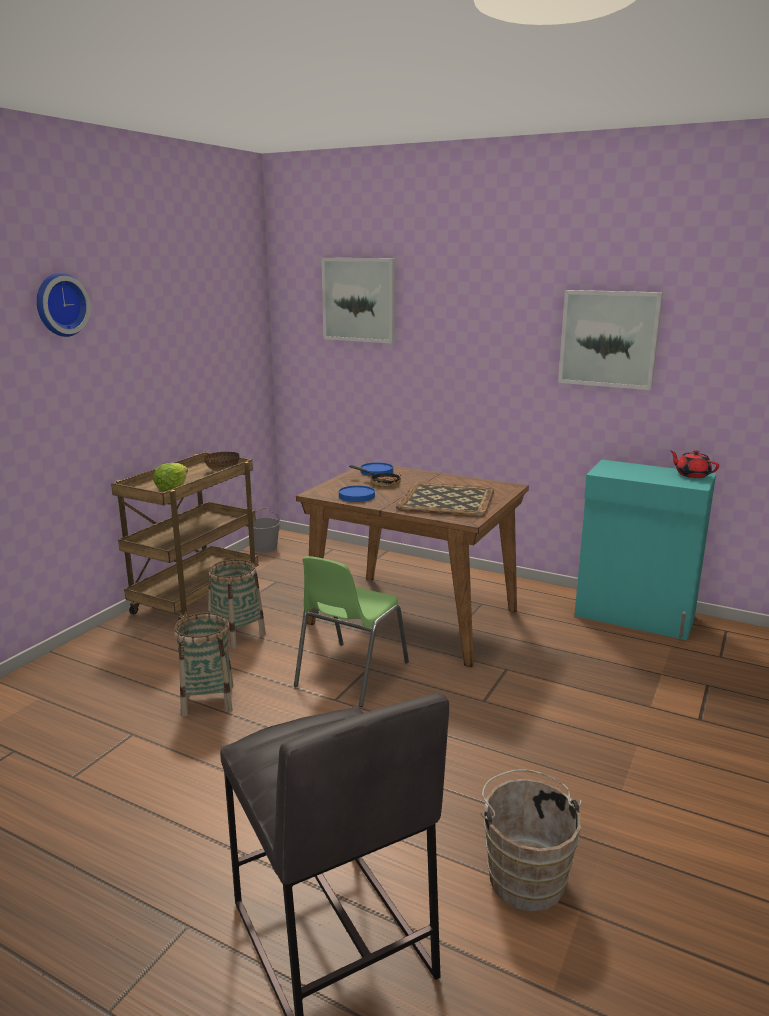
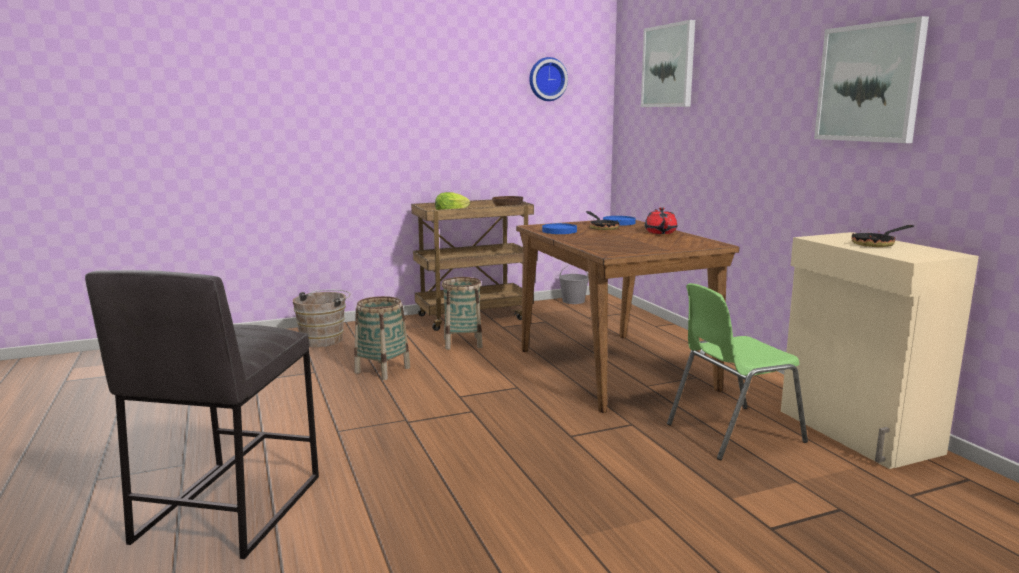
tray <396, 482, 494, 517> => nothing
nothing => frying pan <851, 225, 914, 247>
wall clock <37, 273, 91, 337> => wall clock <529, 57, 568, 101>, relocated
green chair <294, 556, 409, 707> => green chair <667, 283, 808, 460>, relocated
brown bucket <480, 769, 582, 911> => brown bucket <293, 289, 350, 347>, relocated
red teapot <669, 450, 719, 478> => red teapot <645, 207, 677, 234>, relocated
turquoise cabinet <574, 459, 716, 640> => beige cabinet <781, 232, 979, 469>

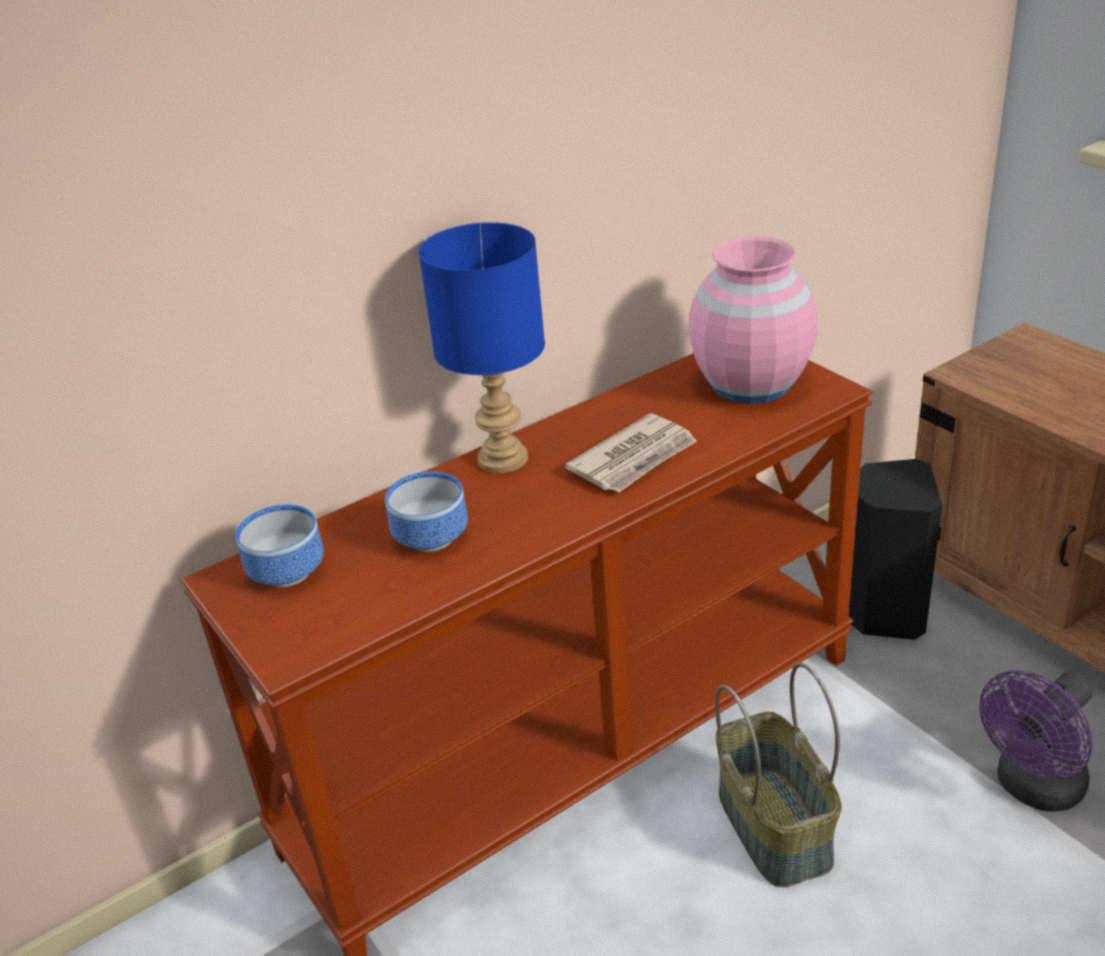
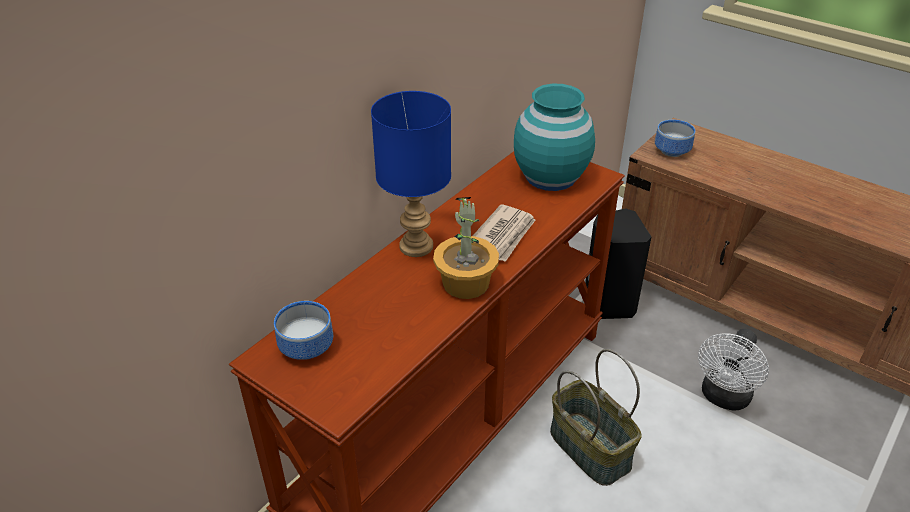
nothing => potted plant <433, 197, 499, 299>
bowl <385, 471, 468, 552> => bowl <655, 120, 695, 157>, relocated
pink vase <689, 236, 818, 404> => turquoise vase <514, 84, 595, 191>
purple fan <980, 670, 1093, 812> => white fan <698, 329, 769, 411>

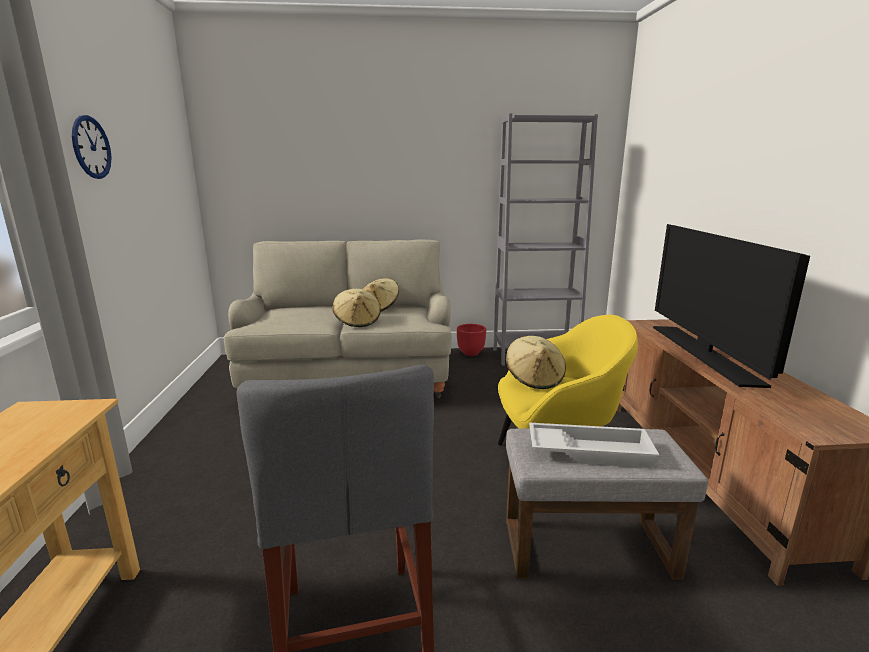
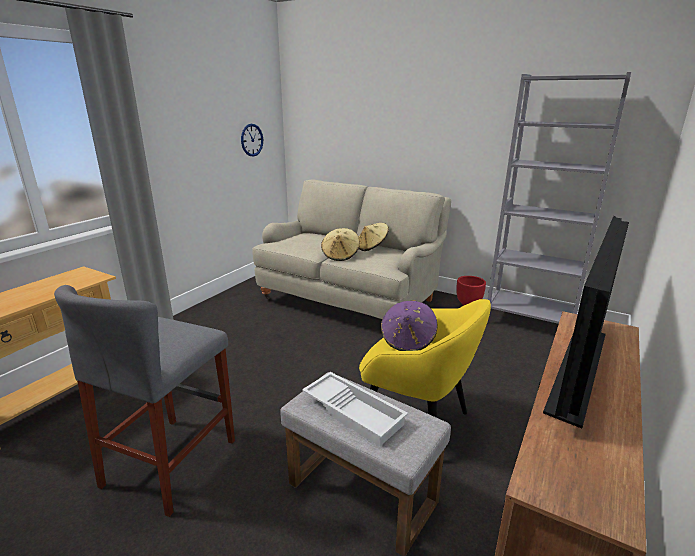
wall clock <72, 115, 112, 179> => wall clock <241, 124, 263, 156>, relocated
beige hat <506, 336, 566, 389> => purple hat <381, 300, 438, 351>

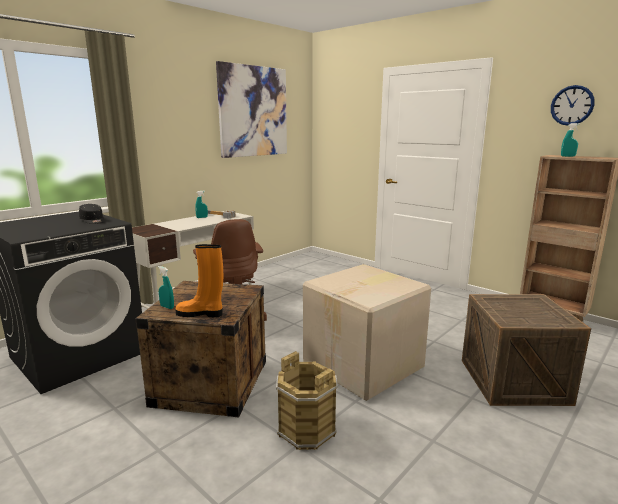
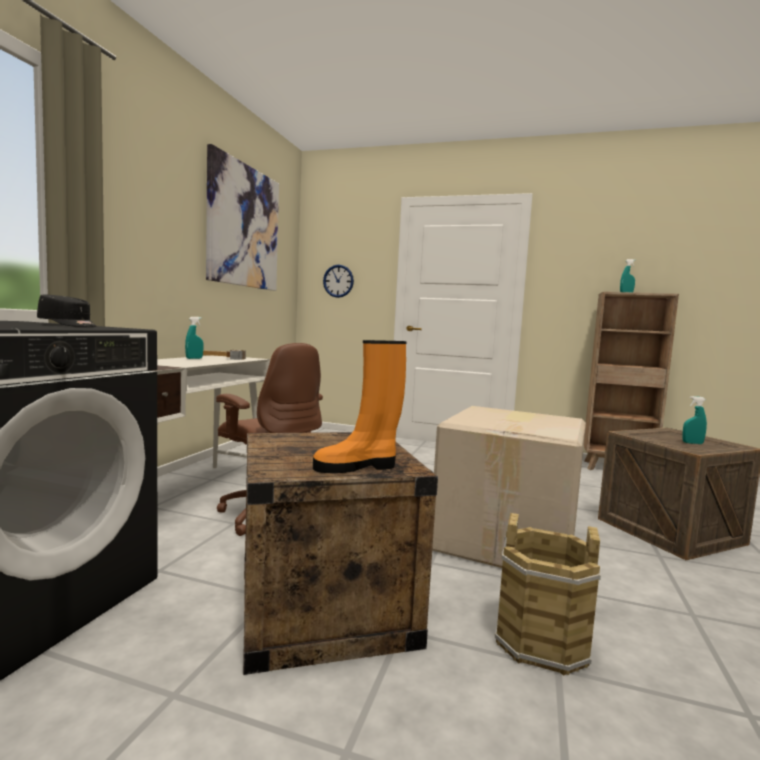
turquoise spray bottle <158, 266, 174, 309> => turquoise spray bottle <682, 396, 707, 444>, relocated
wall clock <551, 85, 595, 125> => wall clock <323, 265, 354, 298>, relocated

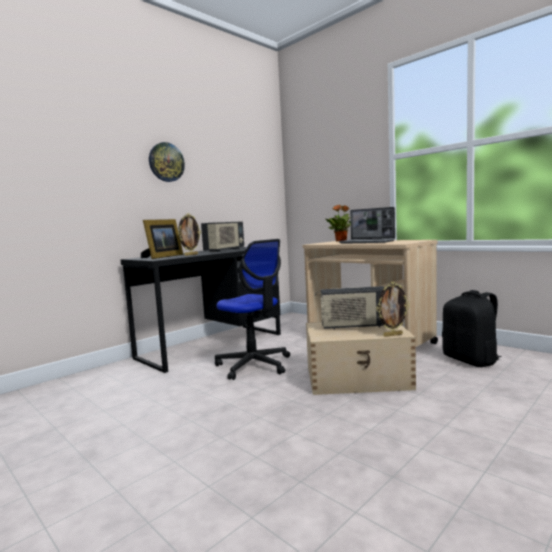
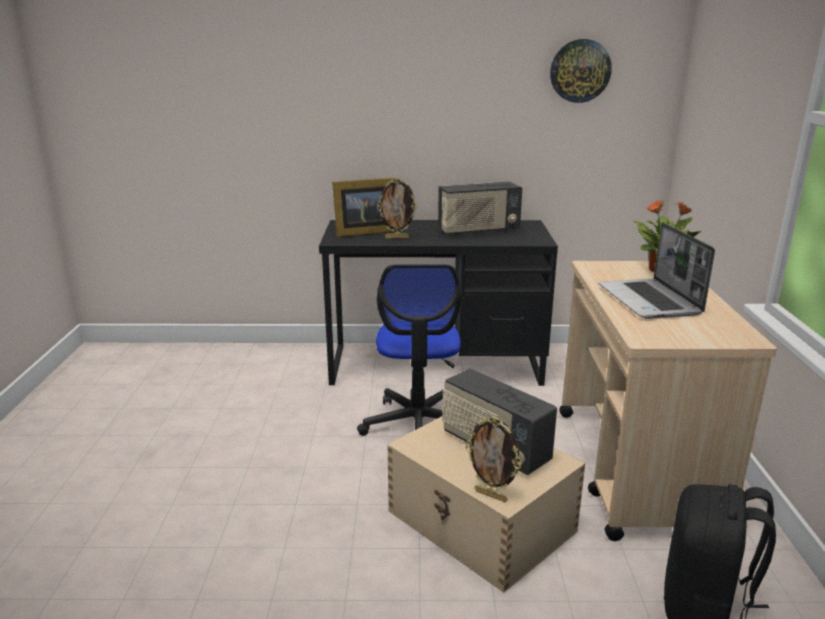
wall clock <149, 142, 185, 182> => wall clock <550, 39, 612, 103>, relocated

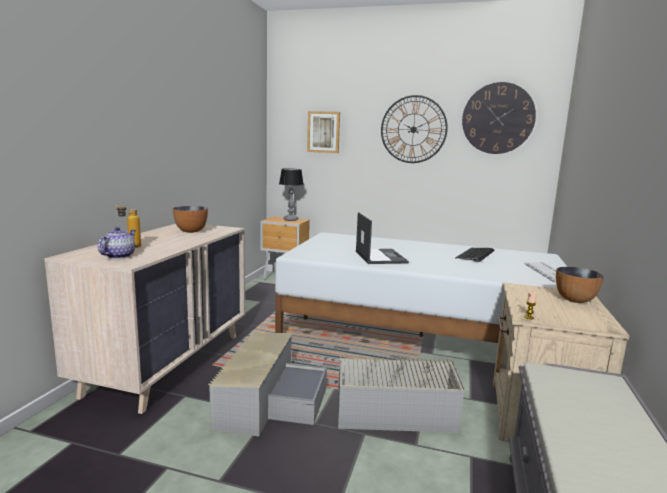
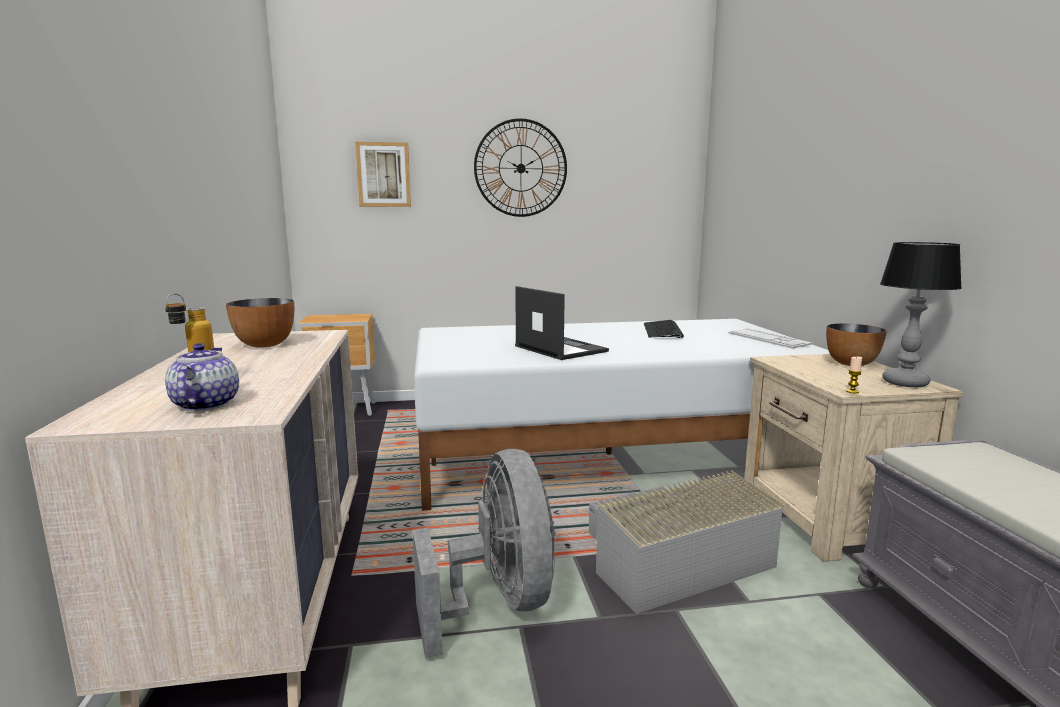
wall clock <462, 82, 536, 154> => nothing
table lamp <279, 168, 304, 221> => table lamp <880, 242, 962, 387>, relocated
grey storage box <208, 333, 327, 436> => grey fan <413, 449, 555, 658>

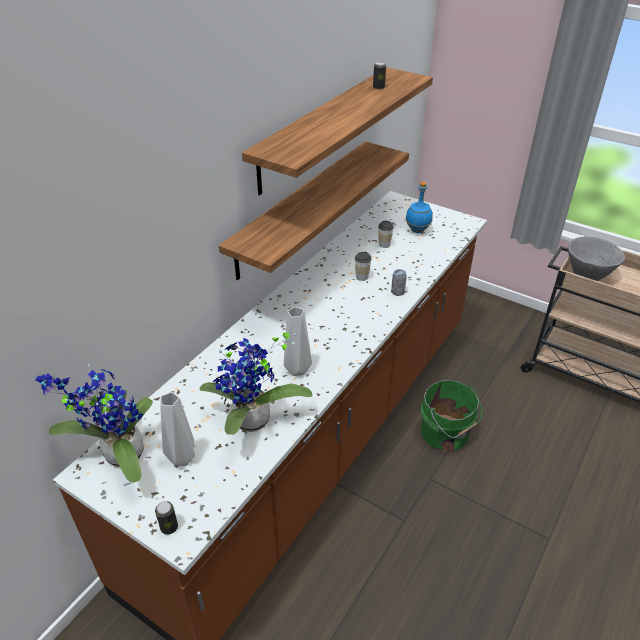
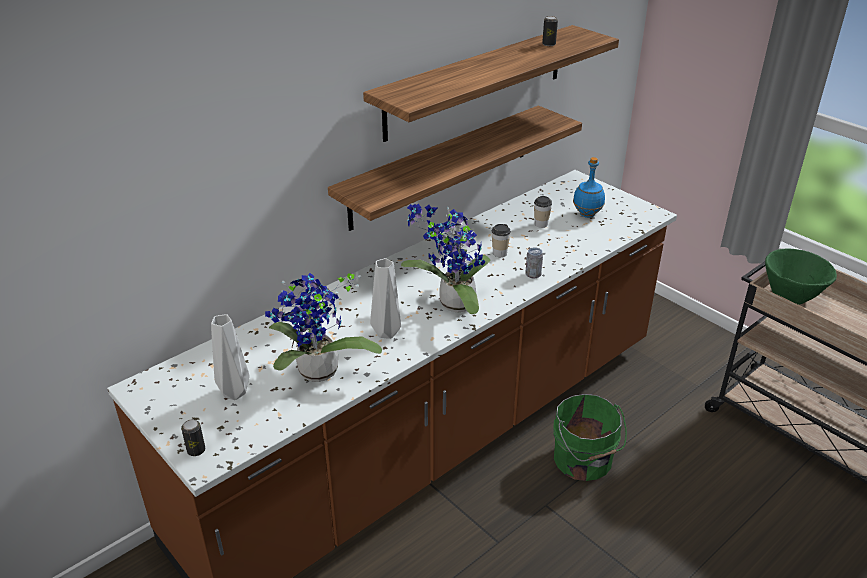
potted plant <35, 364, 153, 483> => potted plant <401, 204, 490, 314>, relocated
grey bowl <568, 237, 625, 281> => green bowl <765, 249, 837, 305>

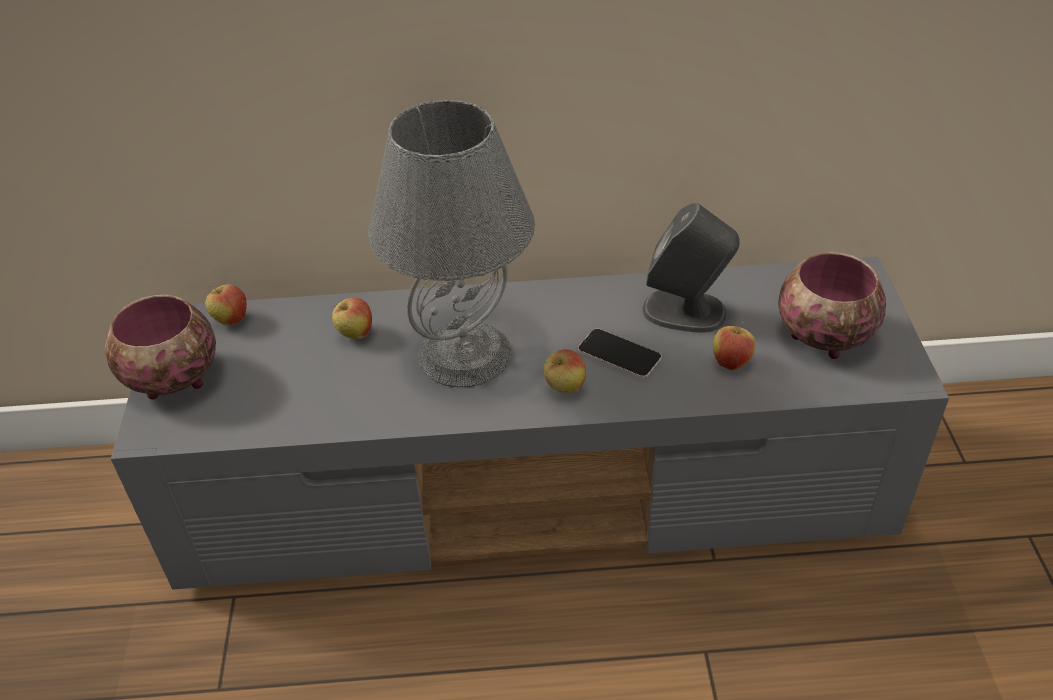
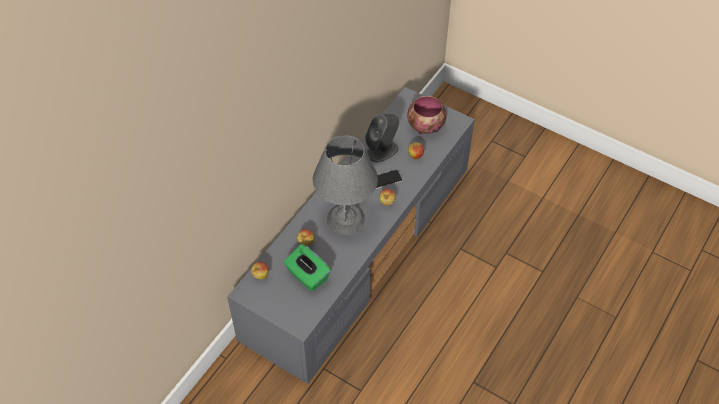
bowl <105, 295, 216, 400> => nothing
nothing => green tissue box <284, 244, 331, 292>

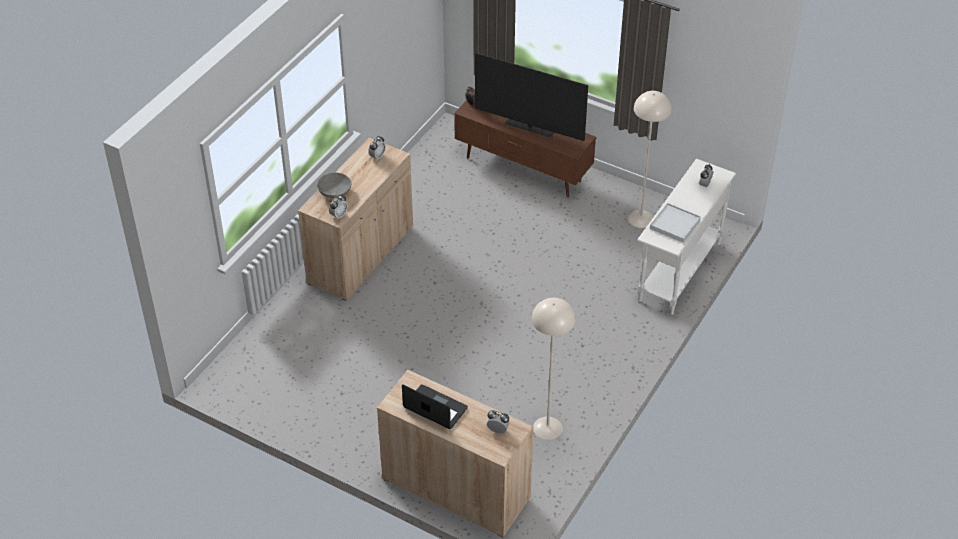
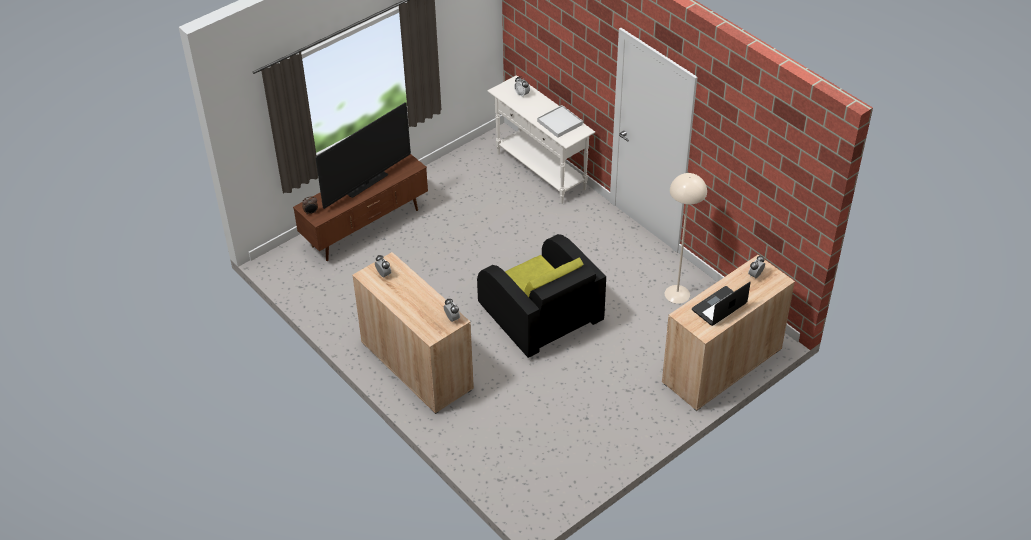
grey bowl <317, 173, 351, 198> => nothing
beige floor lamp <628, 91, 672, 228> => nothing
nothing => black armchair <477, 234, 606, 358>

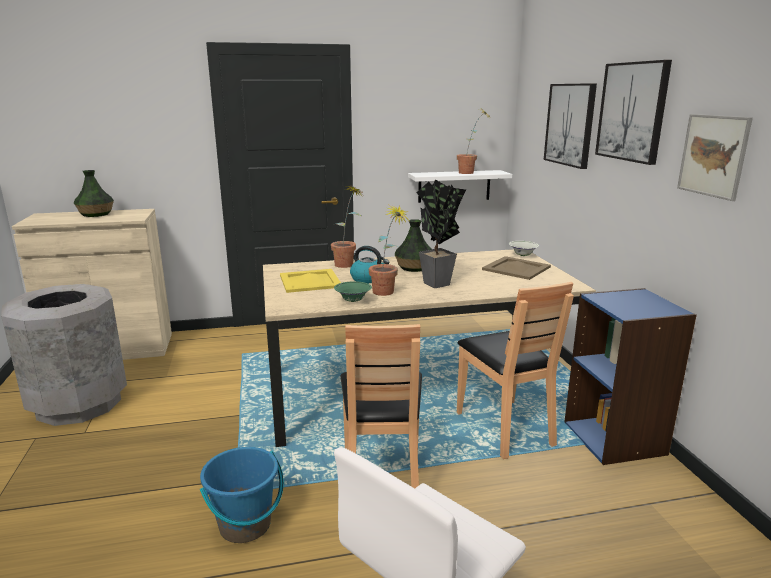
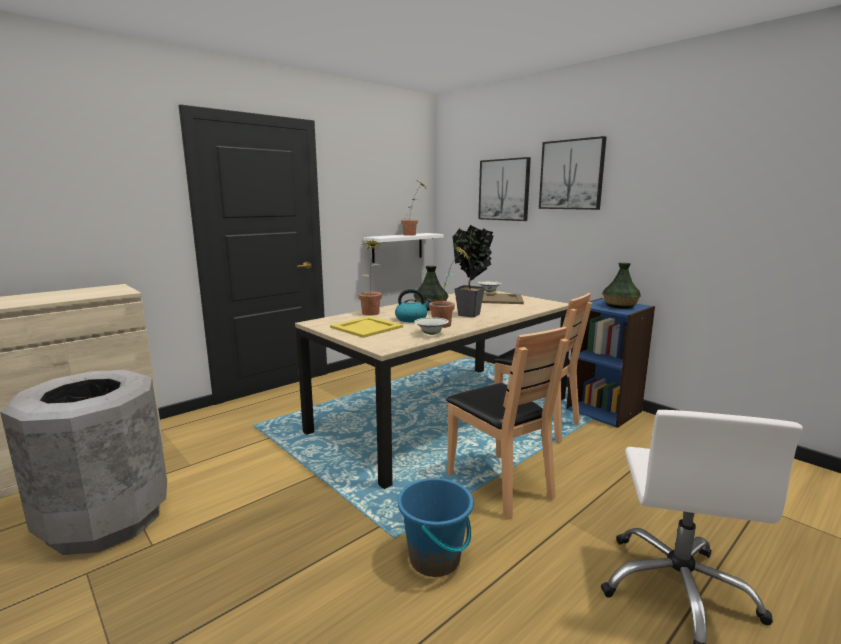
picture <677, 114, 753, 201> => nothing
vase <74, 170, 114, 217> => vase <602, 263, 641, 309>, relocated
green bowl <334, 281, 372, 302> => white bowl <414, 317, 449, 335>

